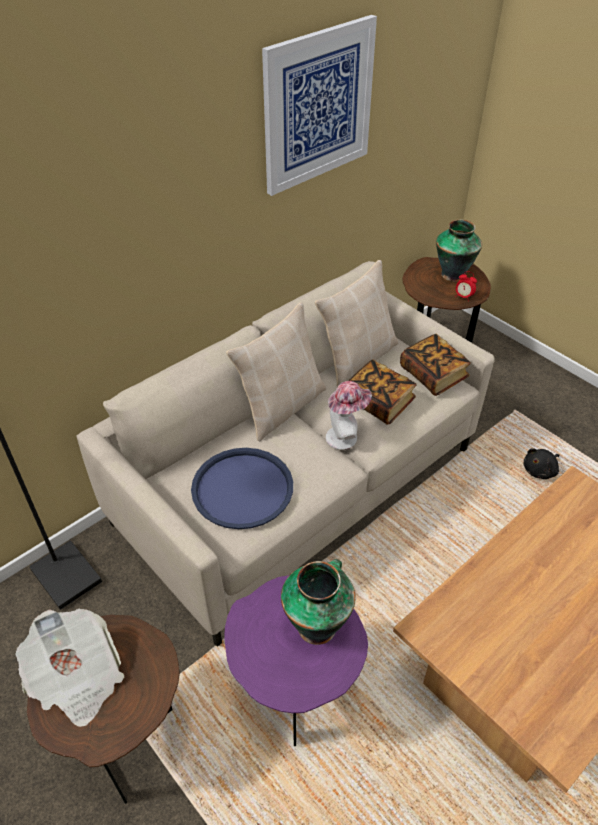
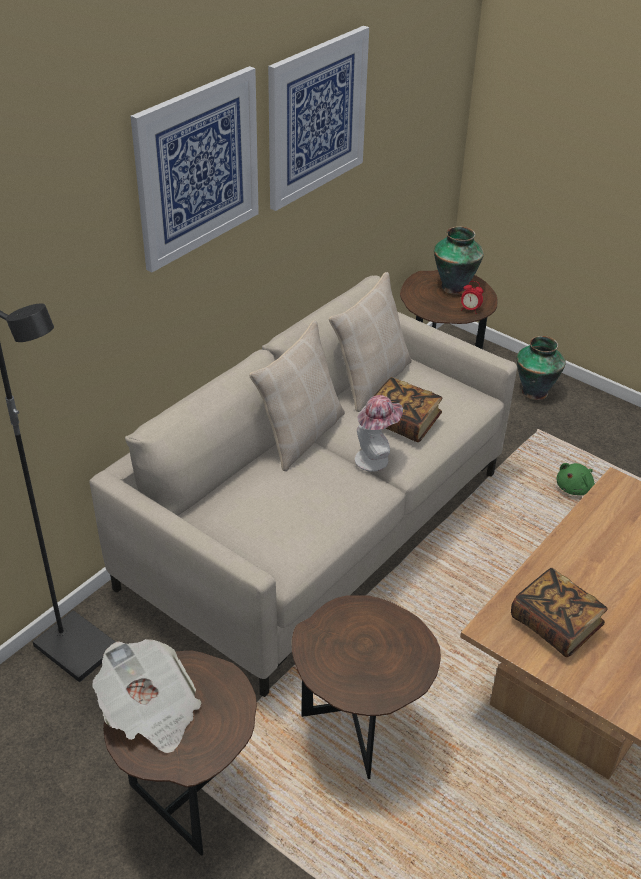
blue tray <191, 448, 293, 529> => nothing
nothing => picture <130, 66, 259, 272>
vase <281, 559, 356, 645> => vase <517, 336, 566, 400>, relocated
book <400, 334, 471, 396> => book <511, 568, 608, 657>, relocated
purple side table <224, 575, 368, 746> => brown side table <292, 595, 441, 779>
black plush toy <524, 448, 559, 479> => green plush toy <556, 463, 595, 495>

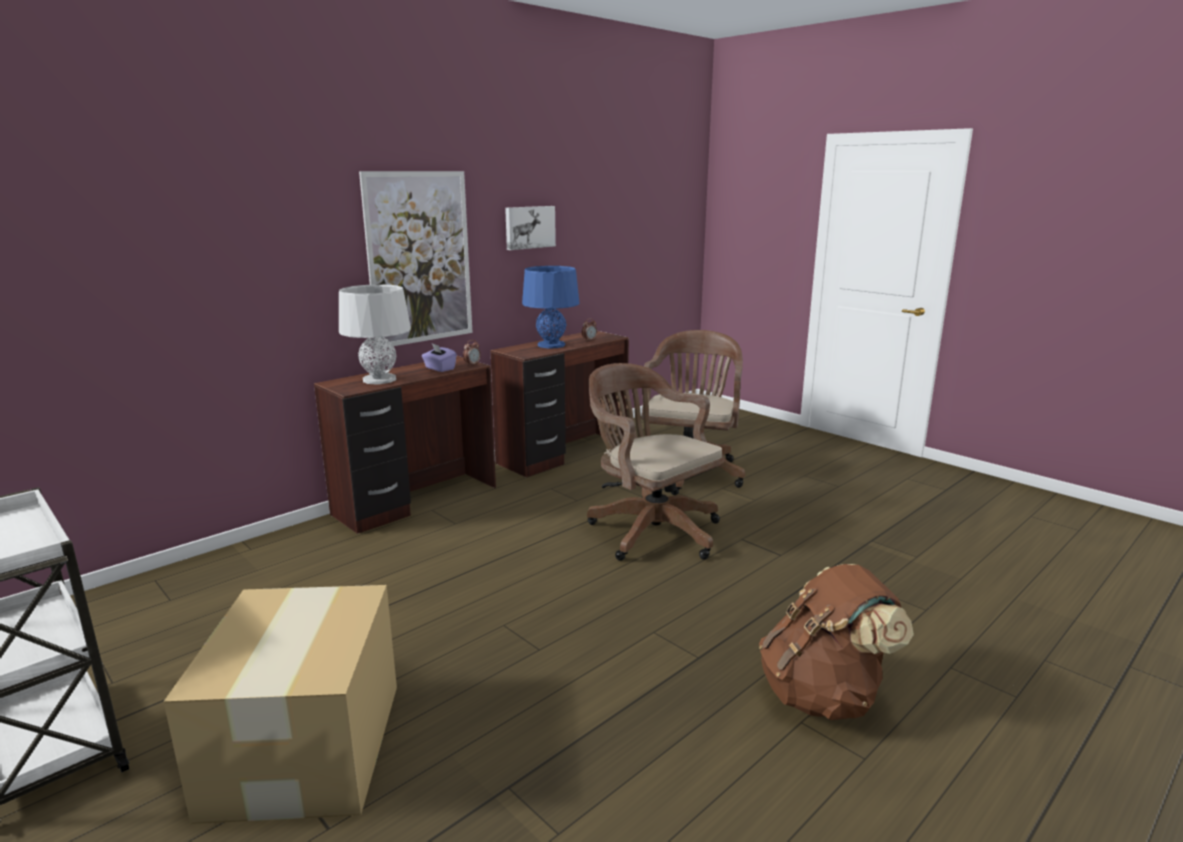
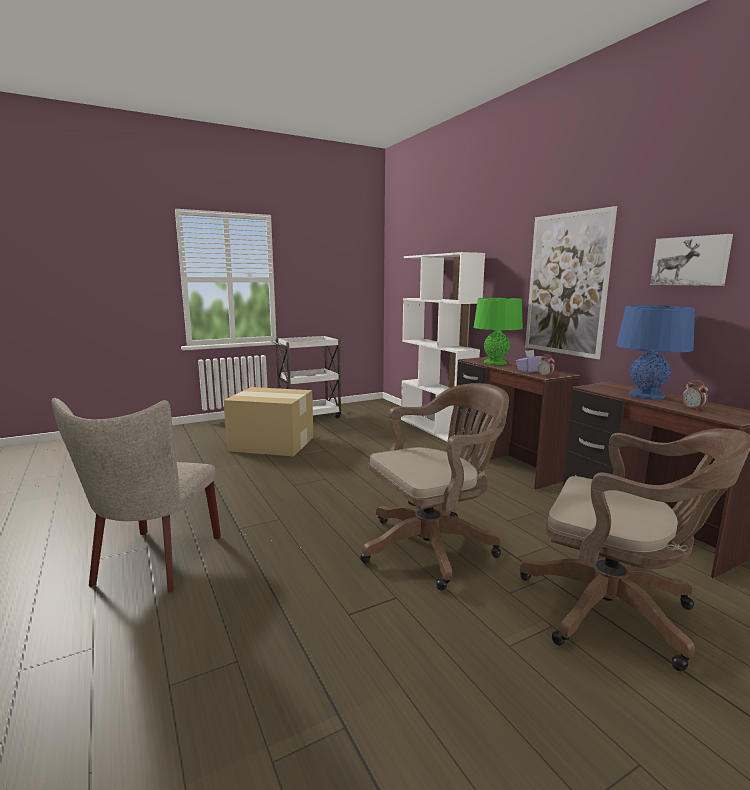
nothing => white bookcase <401, 252, 485, 442>
brown backpack <759, 564, 914, 720> => beige chair <52, 398, 221, 593>
grey table lamp <339, 284, 411, 385> => green table lamp <474, 298, 523, 365>

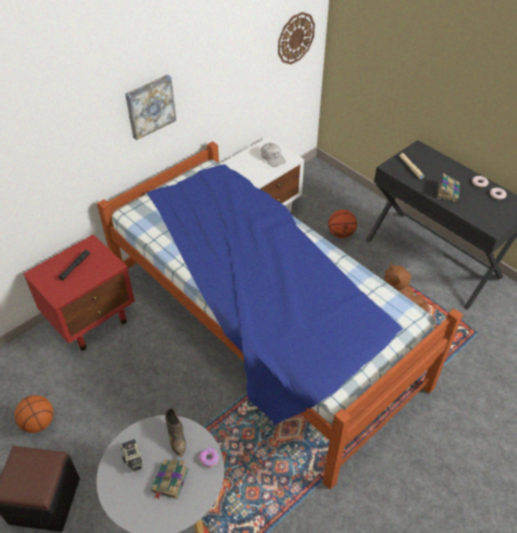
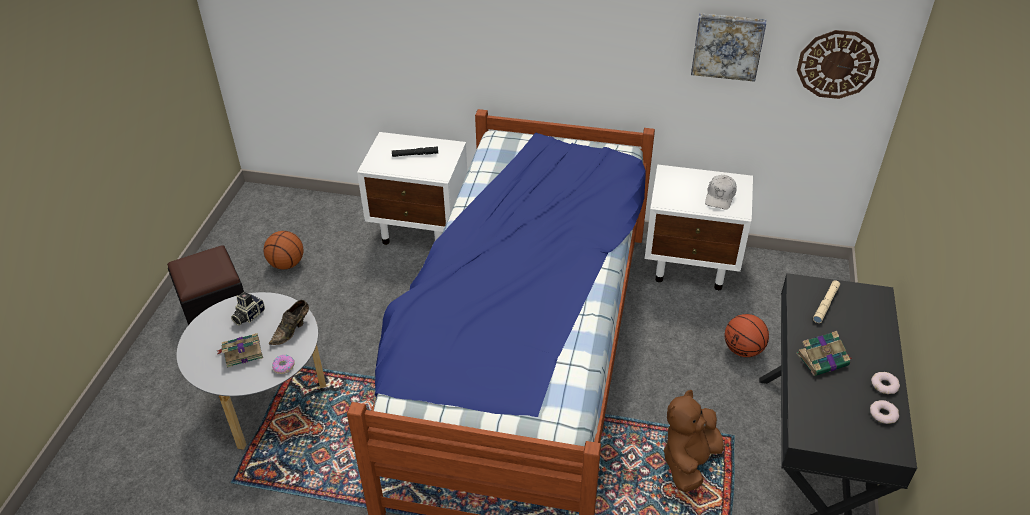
picture <125, 74, 176, 140> => picture <691, 13, 766, 82>, relocated
red nightstand <23, 234, 135, 351> => white nightstand <357, 132, 467, 245>

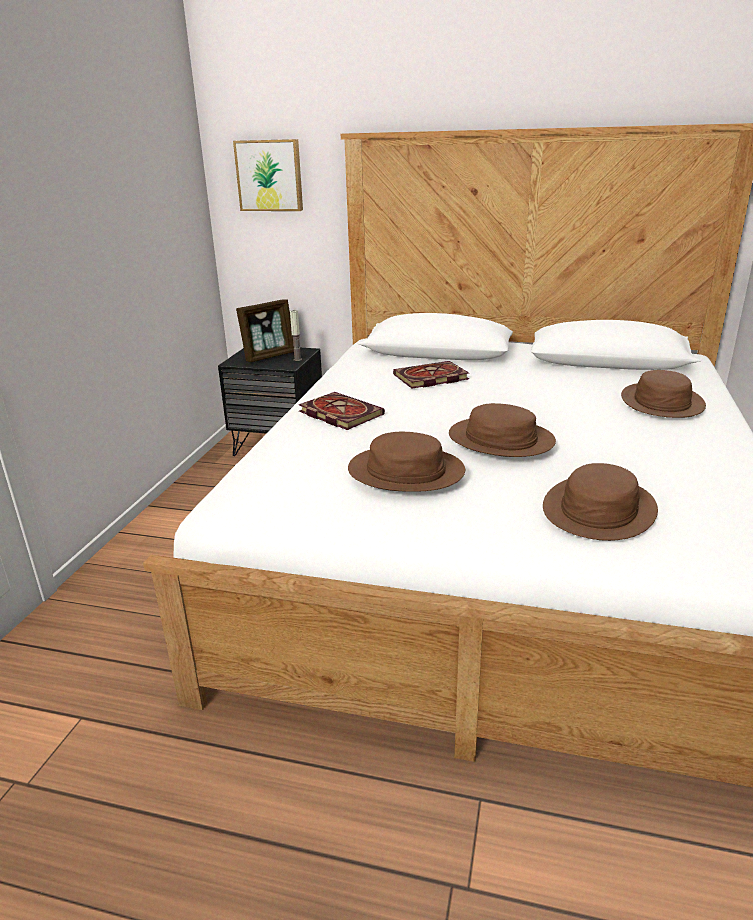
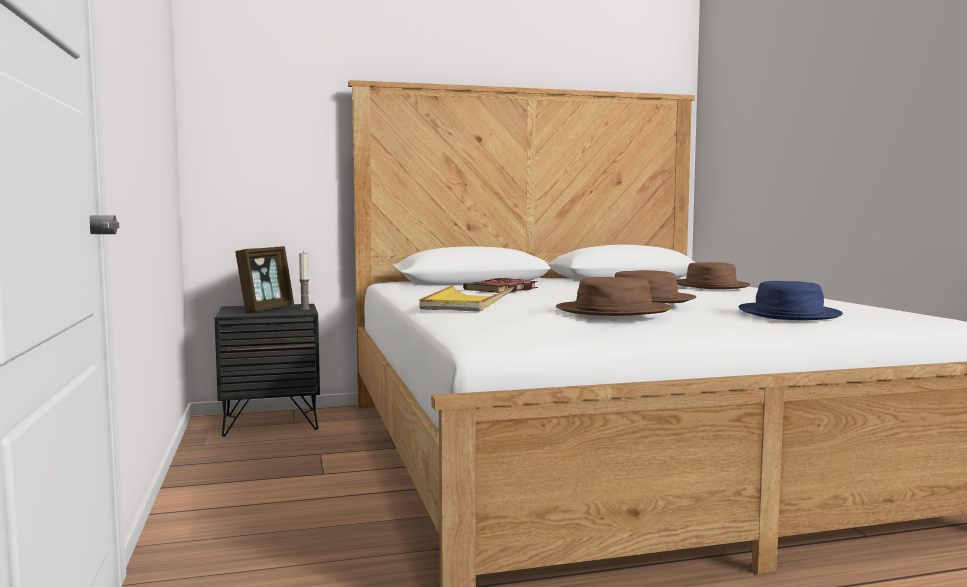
picture <233, 139, 303, 211> => nothing
book <299, 392, 385, 430> => yellow tray <419, 285, 513, 312>
brown hat <543, 463, 658, 541> => blue hat <738, 281, 843, 320>

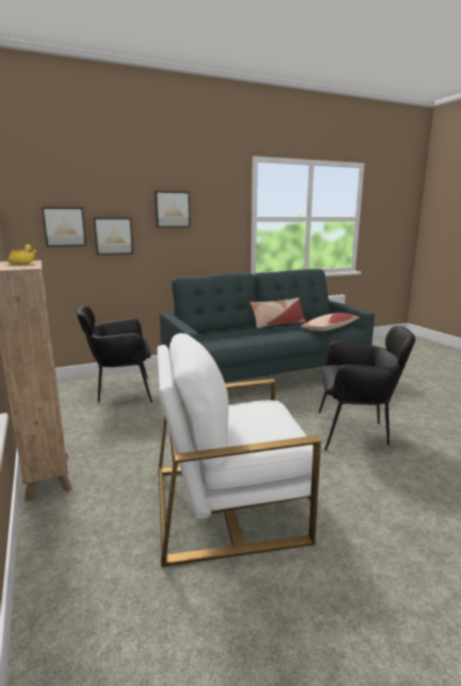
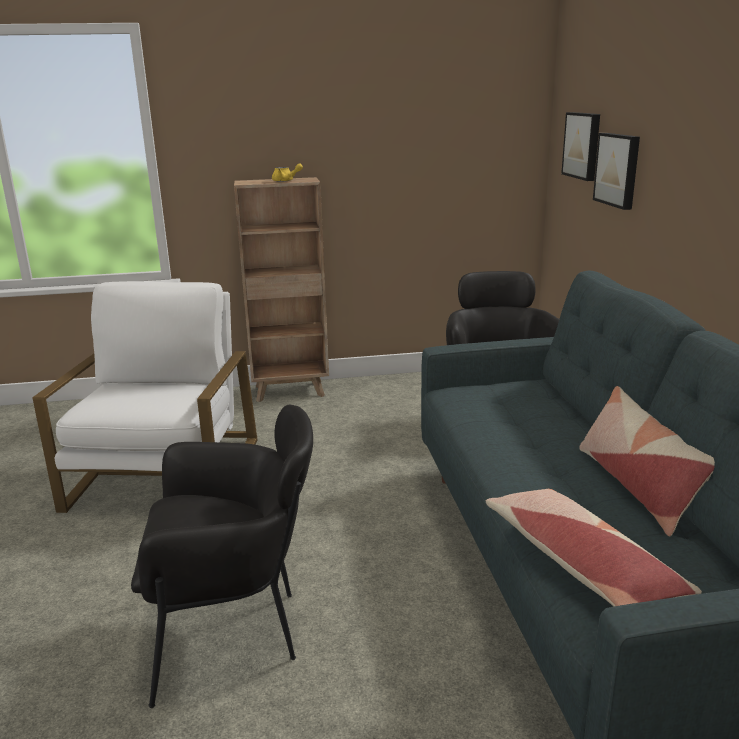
picture <154, 191, 190, 228> => nothing
black armchair <319, 326, 415, 450> => black armchair <131, 405, 313, 708>, 120 degrees counterclockwise

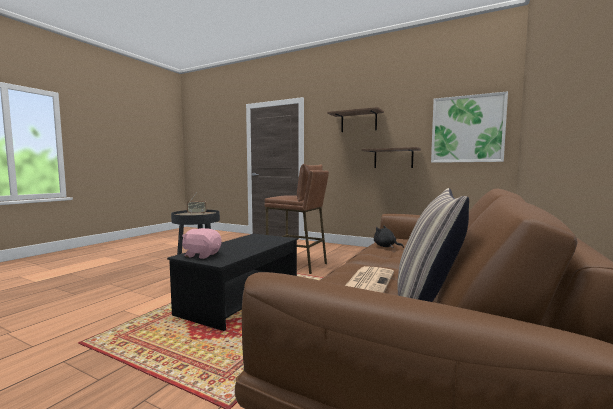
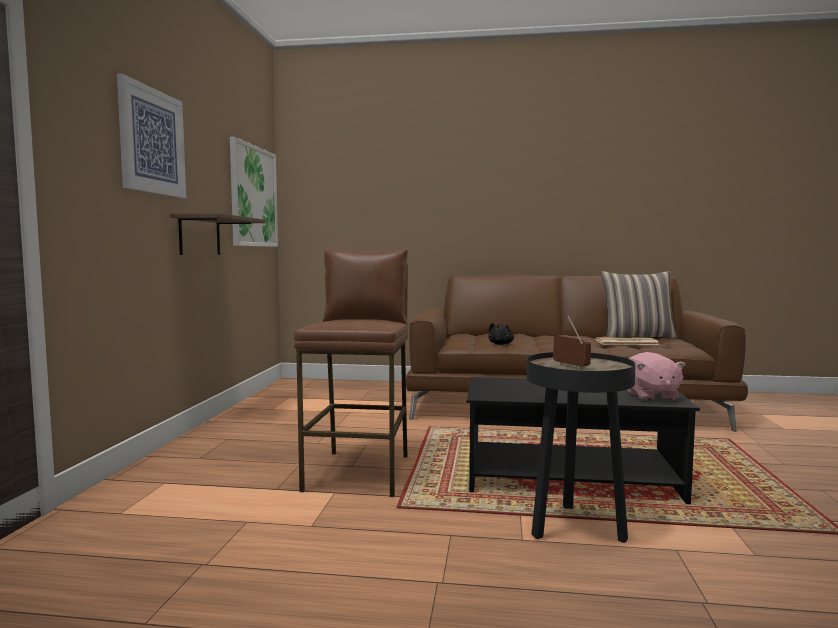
shelf <327, 107, 384, 132> => picture <117, 73, 186, 198>

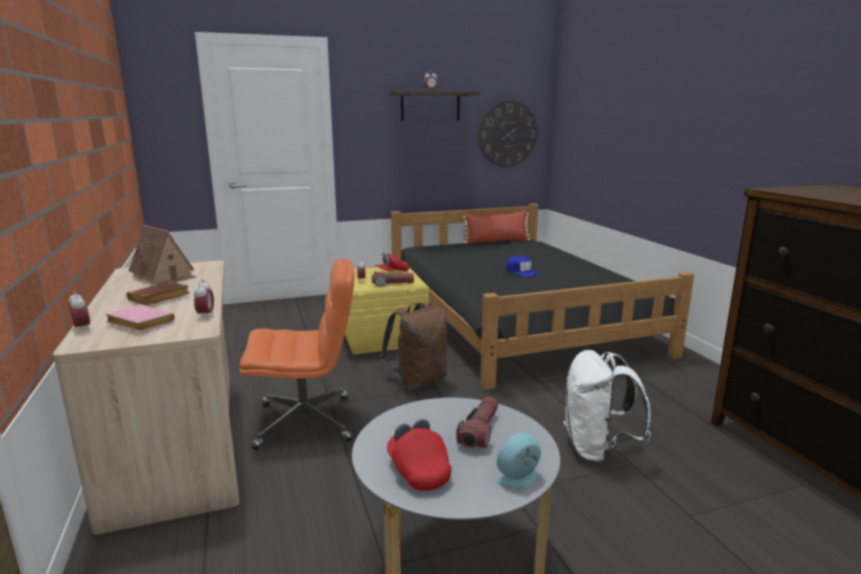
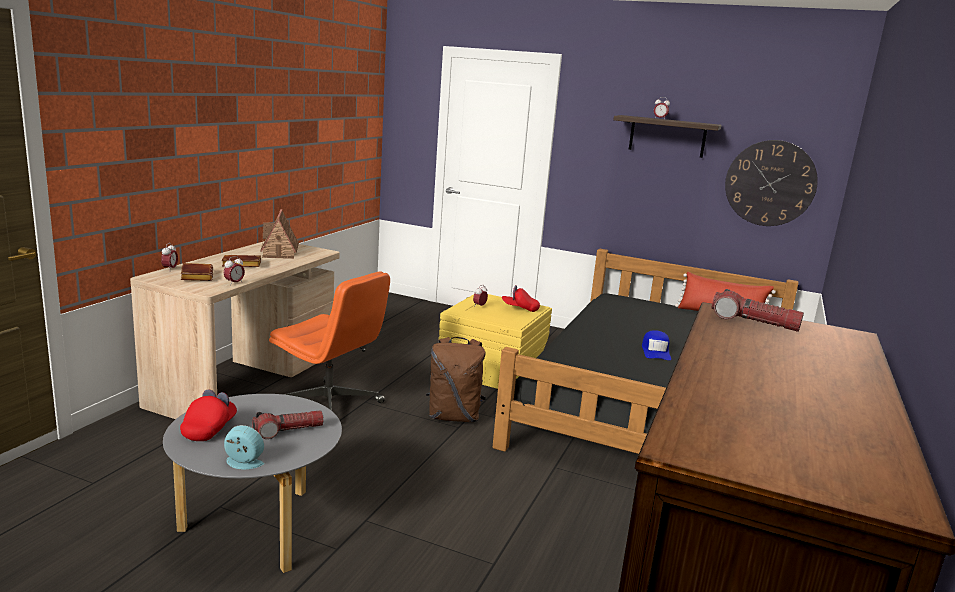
white backpack <564, 350, 651, 464> => nothing
flashlight <372, 272, 414, 287> => flashlight <712, 289, 804, 332>, relocated
pink book <105, 305, 175, 332> => brown book <181, 263, 213, 281>

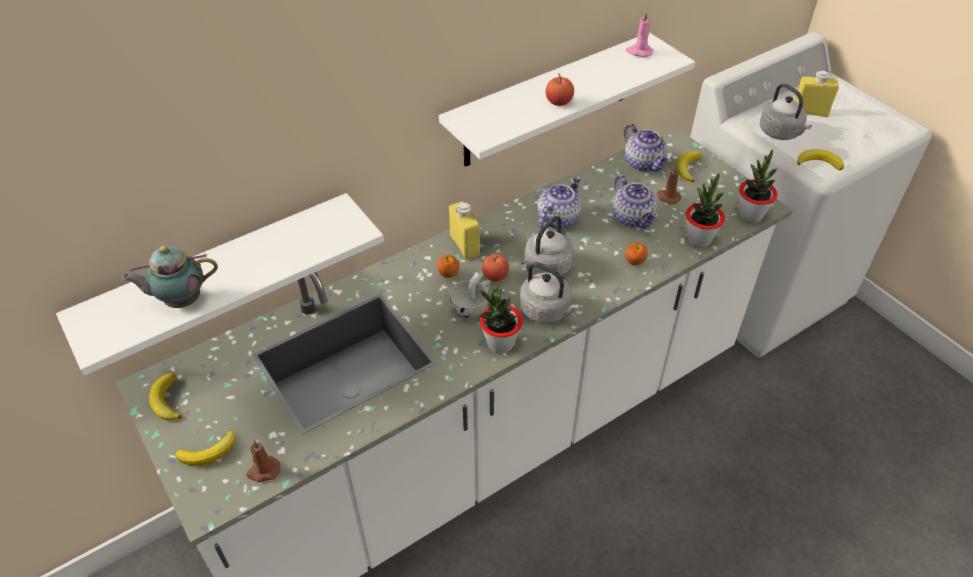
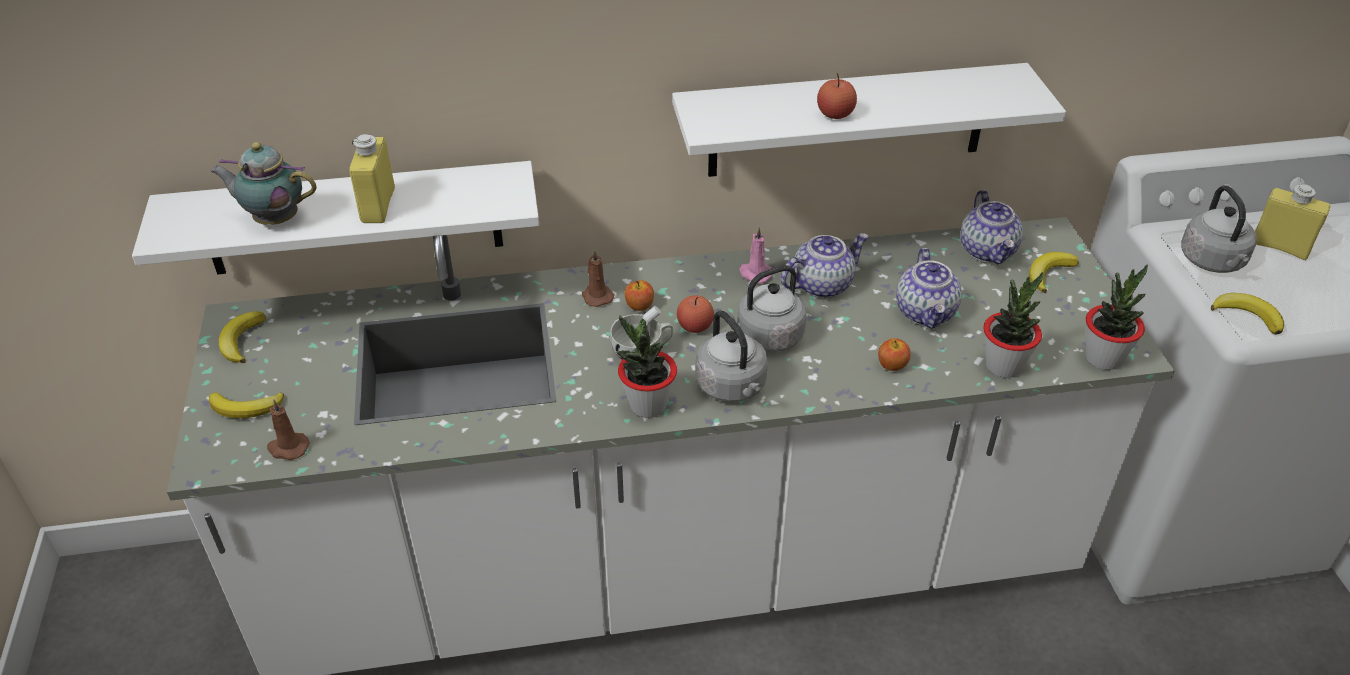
yellow bottle <449, 201, 480, 260> => yellow bottle <349, 134, 395, 223>, relocated
pink candle <626, 11, 653, 57> => pink candle <739, 227, 773, 283>, relocated
brown candle <657, 165, 681, 204> => brown candle <582, 249, 614, 307>, relocated

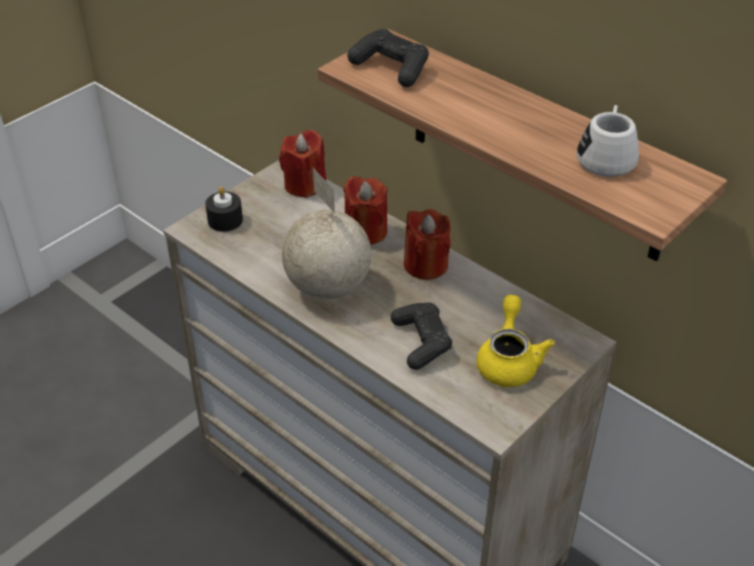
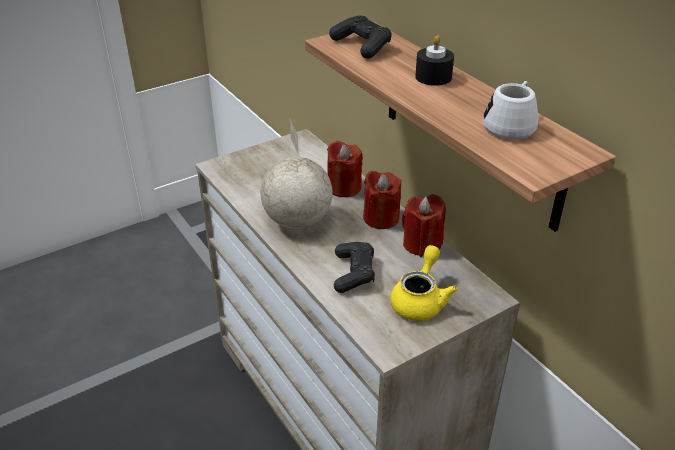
black candle <205, 187, 243, 232> => black candle <415, 35, 454, 86>, relocated
red candle <279, 130, 326, 198> => red candle <402, 194, 446, 257>, relocated

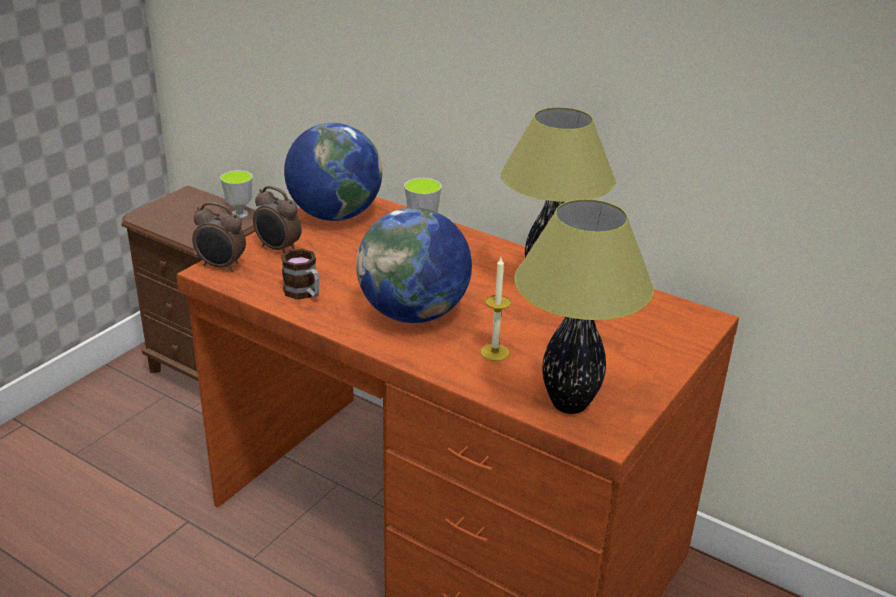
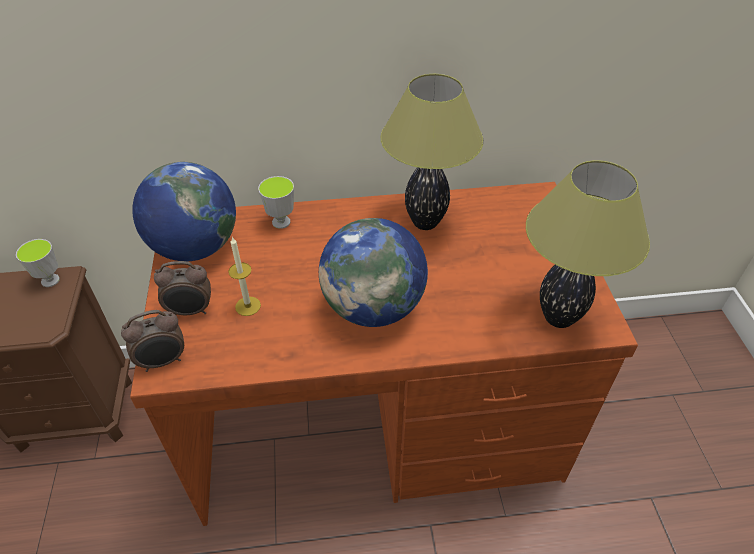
mug <281, 248, 319, 300> => nothing
candle <480, 258, 511, 361> => candle <228, 237, 261, 316>, relocated

